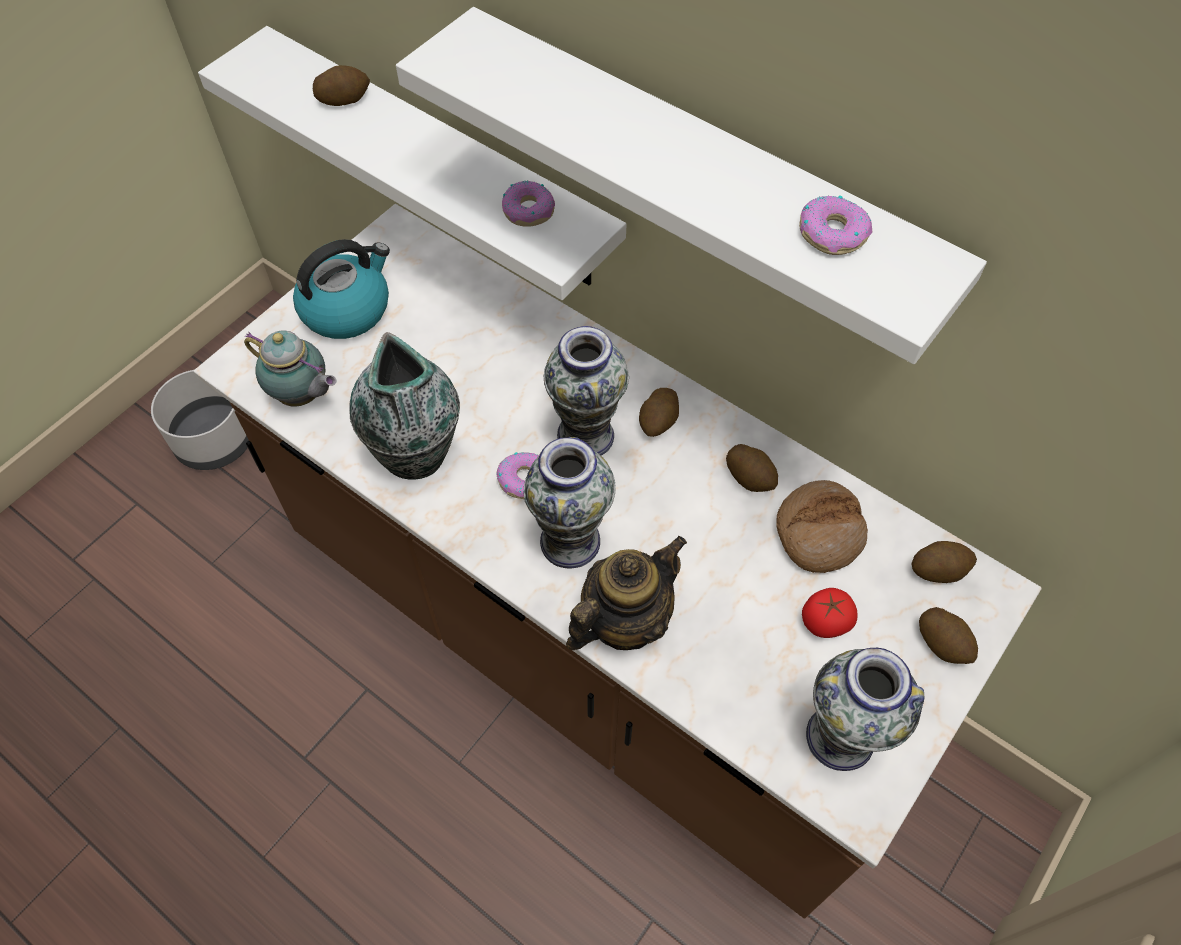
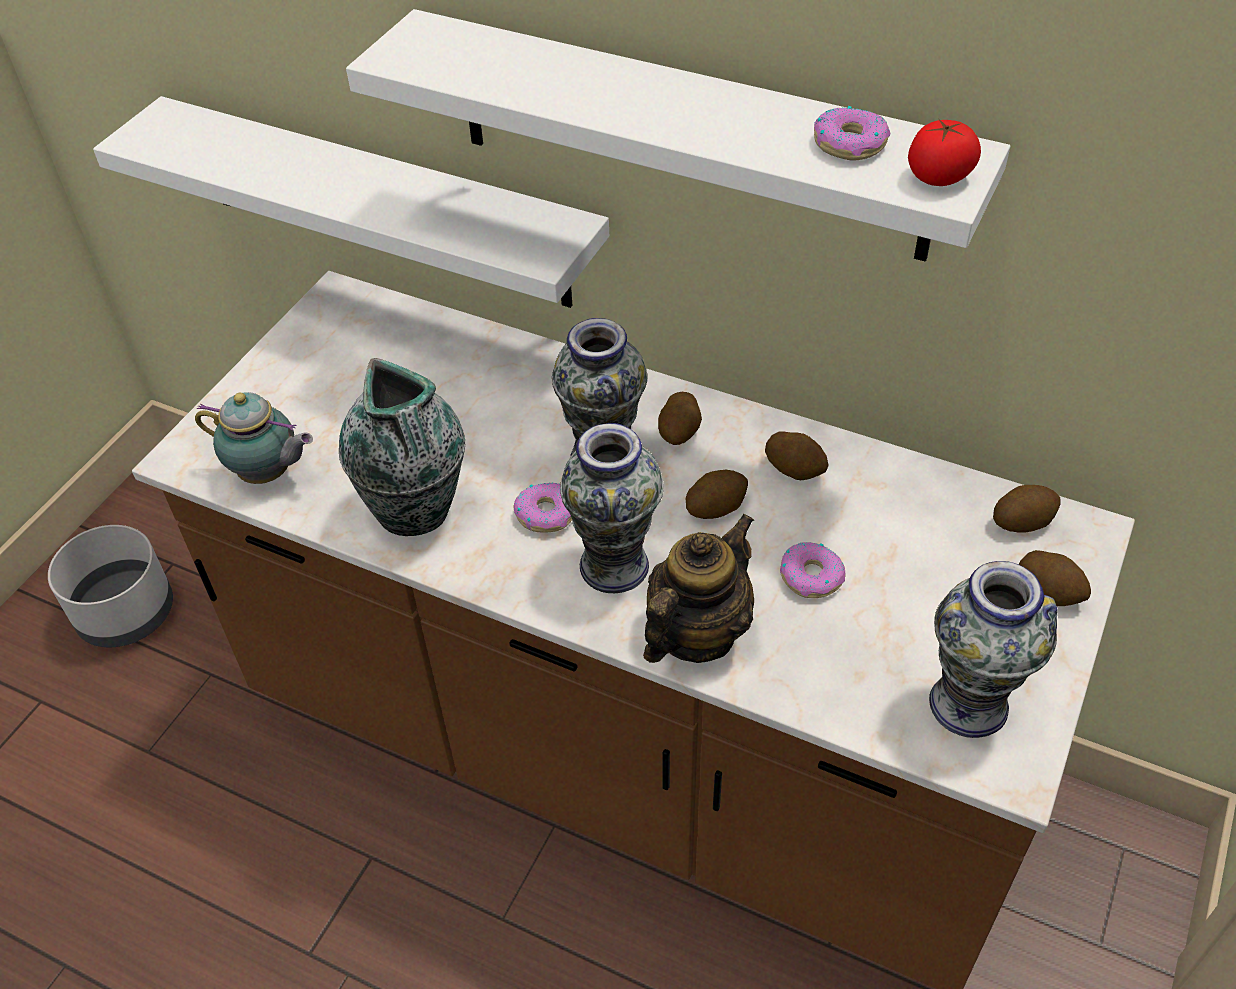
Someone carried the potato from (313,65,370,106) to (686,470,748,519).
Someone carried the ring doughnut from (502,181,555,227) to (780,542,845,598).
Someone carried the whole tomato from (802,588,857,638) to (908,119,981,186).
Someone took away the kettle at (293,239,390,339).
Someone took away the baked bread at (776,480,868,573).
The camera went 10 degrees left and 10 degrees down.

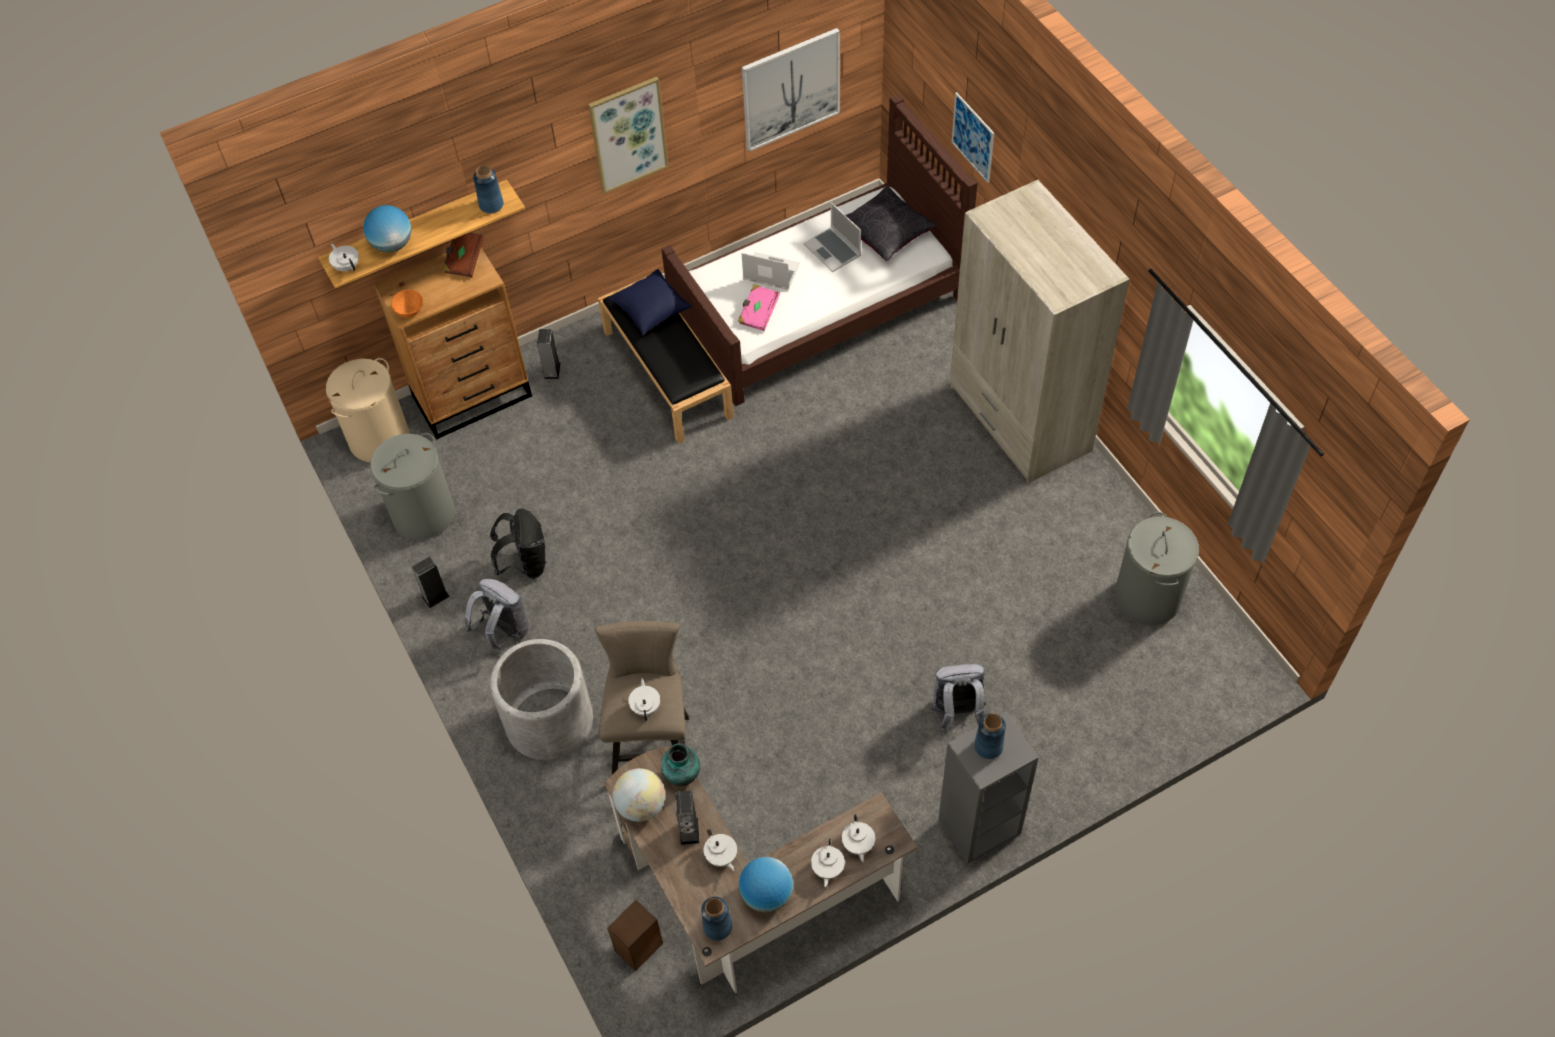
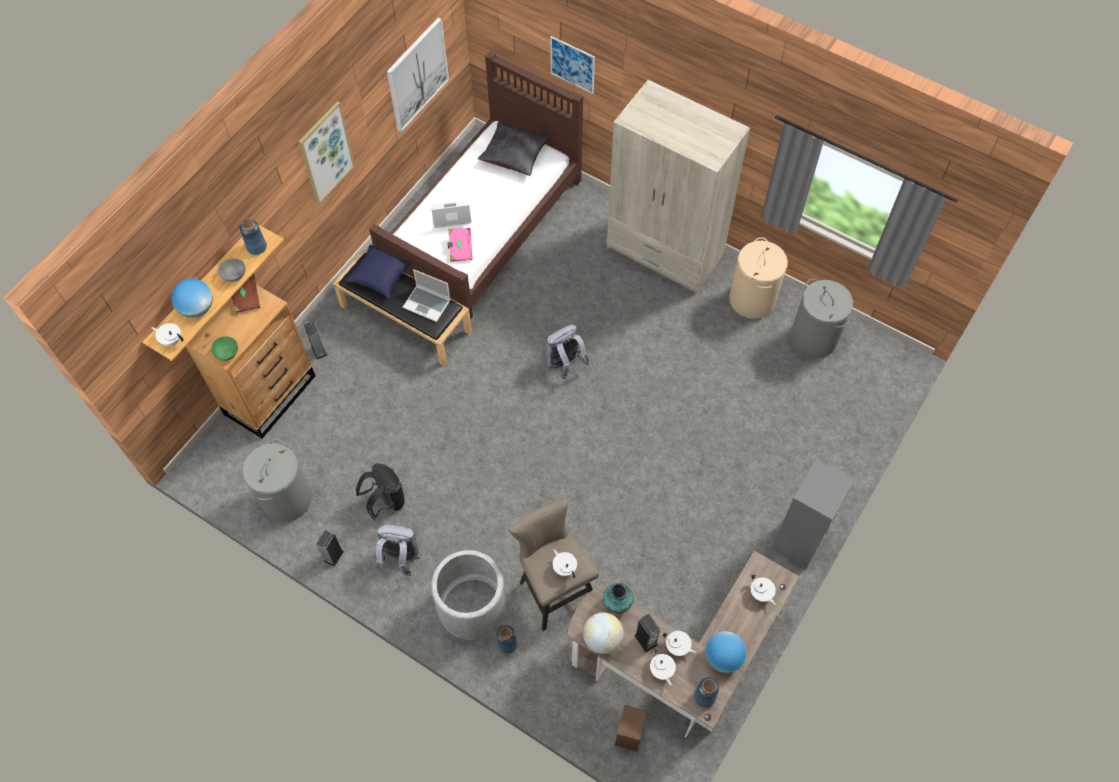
Someone repainted the orange bowl at (392,289,423,318), which became the green-coloured bowl at (211,336,238,361).
Someone put down the greyish bowl at (218,258,246,282).
Someone carried the laptop from (803,202,861,272) to (403,269,451,322).
Someone carried the blue flower vase from (974,713,1006,759) to (497,625,517,654).
Someone carried the greyish backpack from (931,664,986,733) to (546,325,590,379).
Someone carried the white tea pot from (811,838,845,887) to (650,649,676,685).
Someone carried the beige-coloured hamper from (326,358,409,462) to (729,237,788,319).
The camera went 30 degrees left and 5 degrees up.

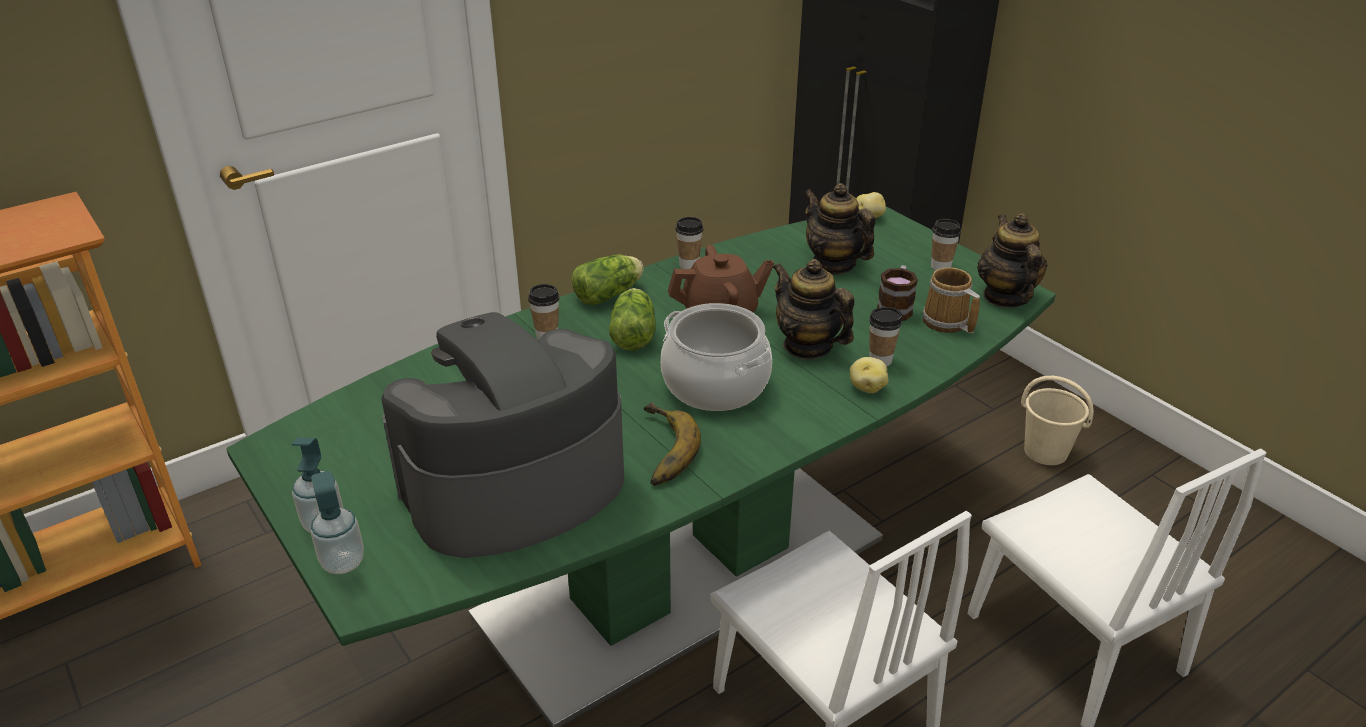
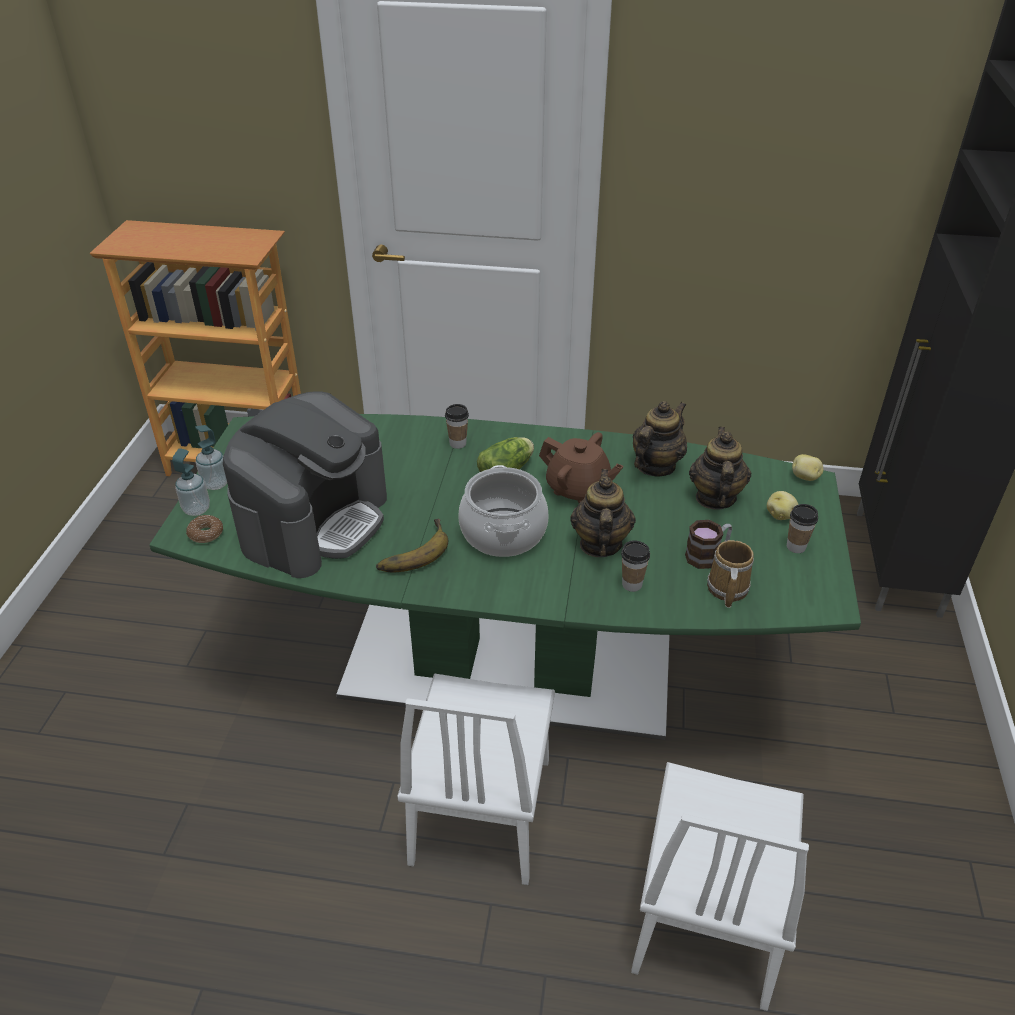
Someone put down the ring doughnut at (186,515,223,543).
Someone rotated the coffee machine at (381,312,624,558) by 105 degrees clockwise.
Someone carried the tea pot from (977,213,1047,308) to (633,401,687,477).
Someone carried the potato from (850,357,889,393) to (767,491,798,520).
Someone took away the head of lettuce at (571,255,644,305).
Someone took away the cup at (675,217,704,269).
Someone took away the beige-coloured bucket at (1021,376,1094,465).
The camera went 45 degrees right and 5 degrees up.

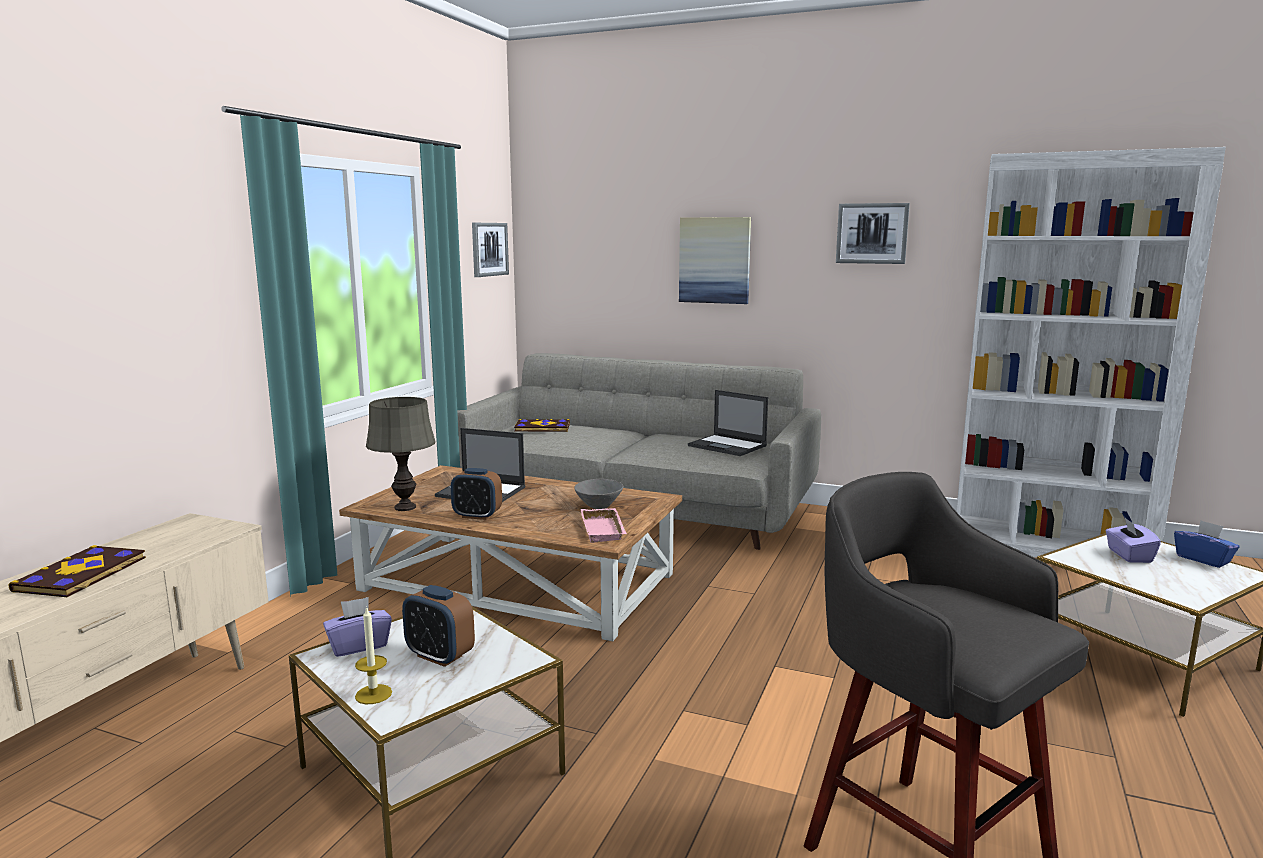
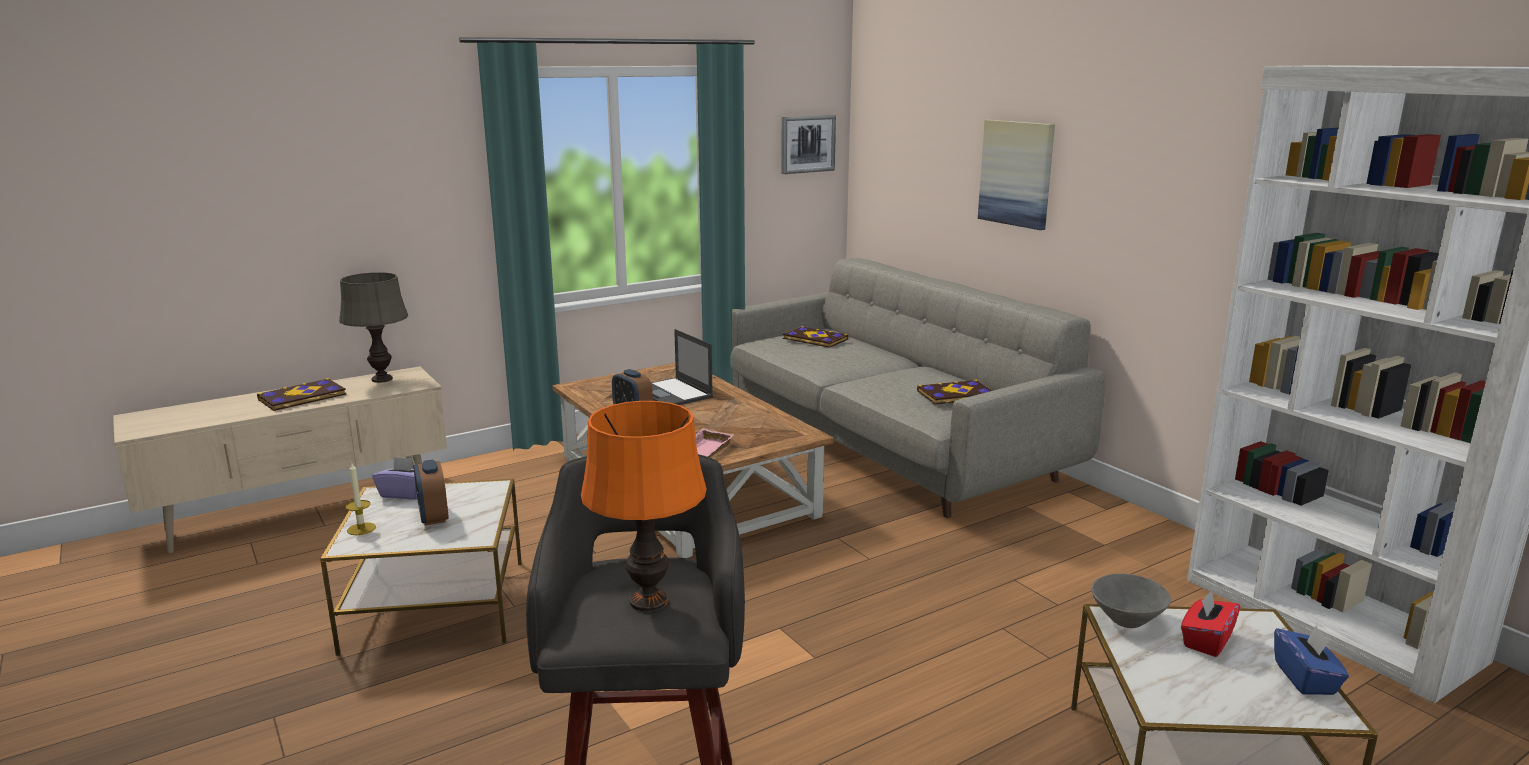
Someone carried the greyish table lamp from (366,397,436,511) to (339,272,408,383).
Someone put down the orange table lamp at (581,401,707,612).
Someone swapped the laptop at (688,390,768,456) for the bound book at (917,380,993,405).
Someone carried the greyish bowl from (574,479,624,509) to (1092,574,1171,628).
Someone repainted the purplish box of tissues at (1106,518,1161,563), which became the red box of tissues at (1181,590,1240,657).
Someone took away the wall picture at (836,203,910,264).
The camera went 35 degrees right and 5 degrees up.

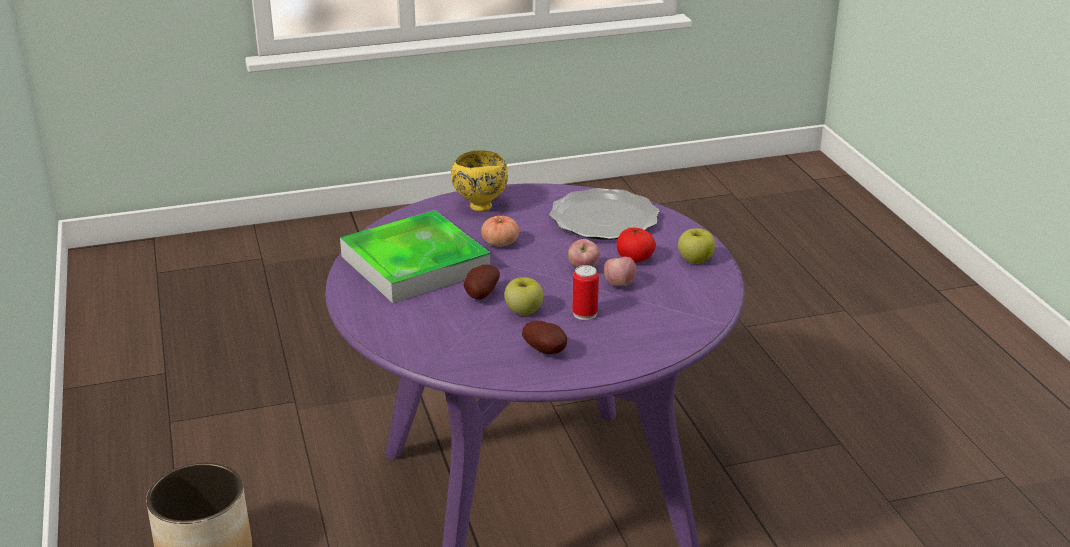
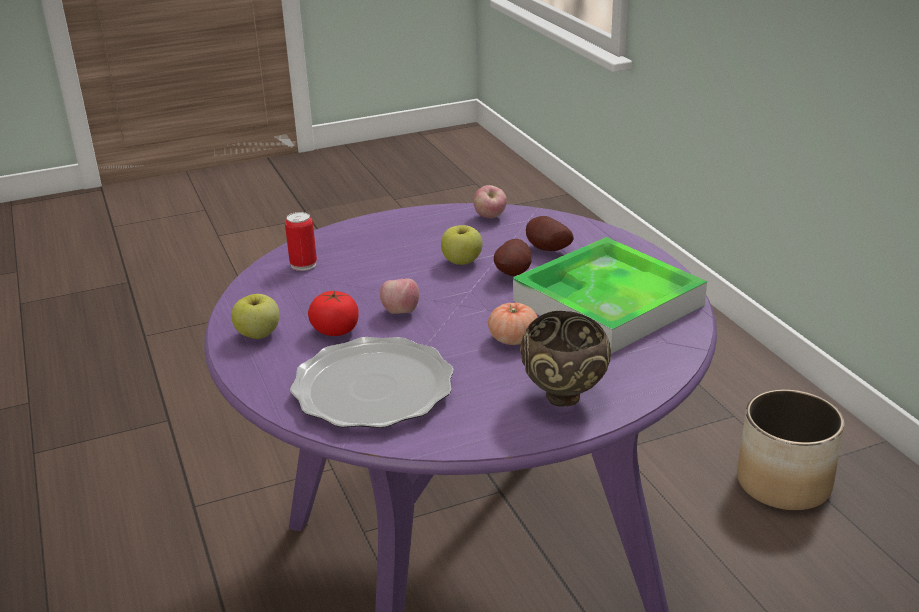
Someone carried the metal can from (572,265,599,320) to (285,212,317,271).
Someone carried the apple from (604,257,637,286) to (473,185,507,218).
Someone repainted the yellow bowl at (451,150,508,212), which became the brown bowl at (520,311,611,407).
Someone carried the potato from (522,320,567,354) to (526,216,574,251).
The camera went 175 degrees right and 0 degrees up.

